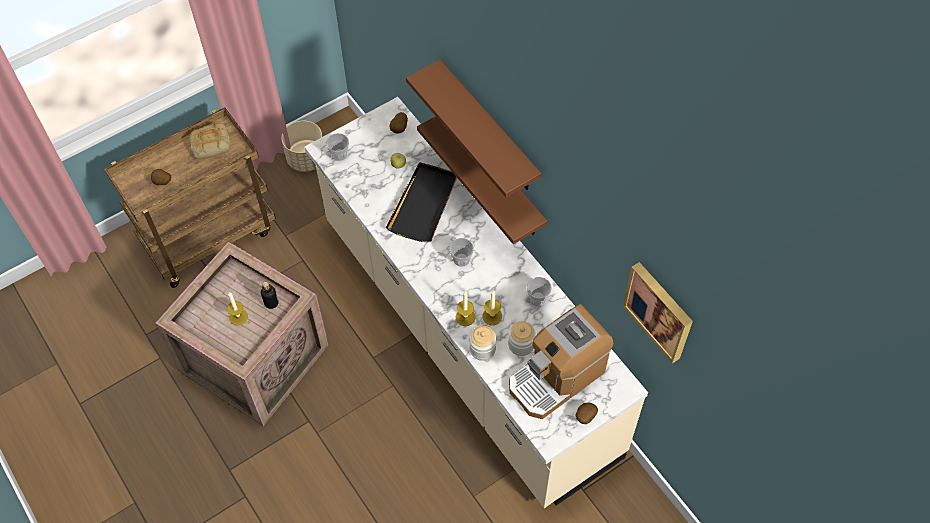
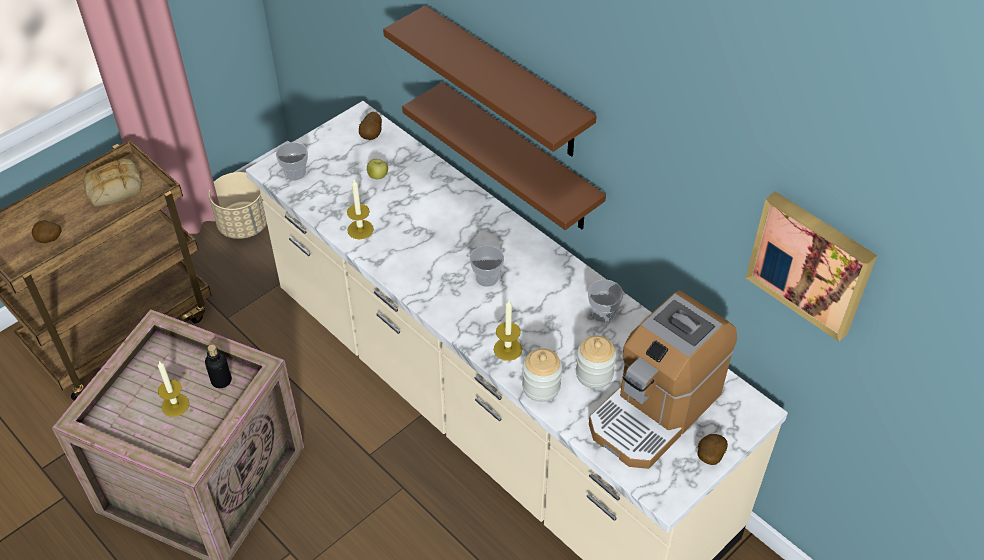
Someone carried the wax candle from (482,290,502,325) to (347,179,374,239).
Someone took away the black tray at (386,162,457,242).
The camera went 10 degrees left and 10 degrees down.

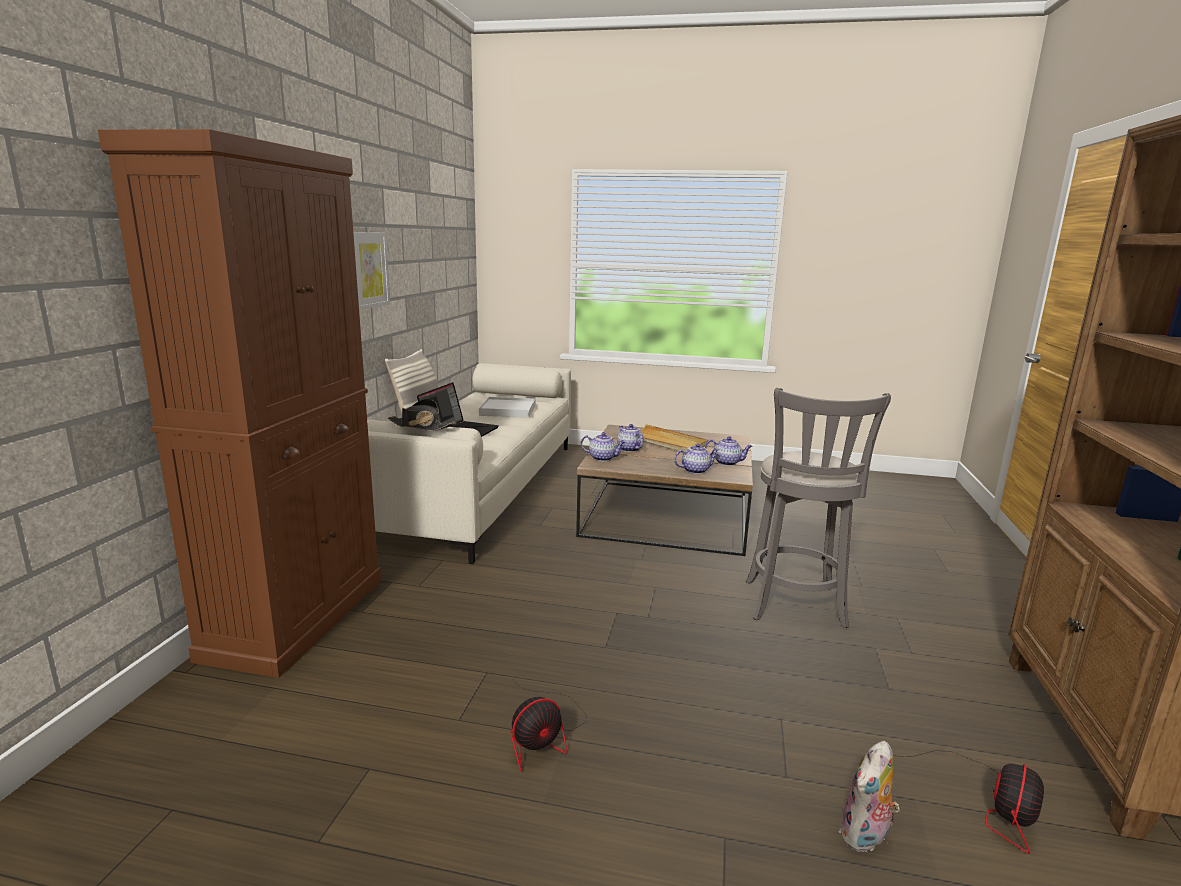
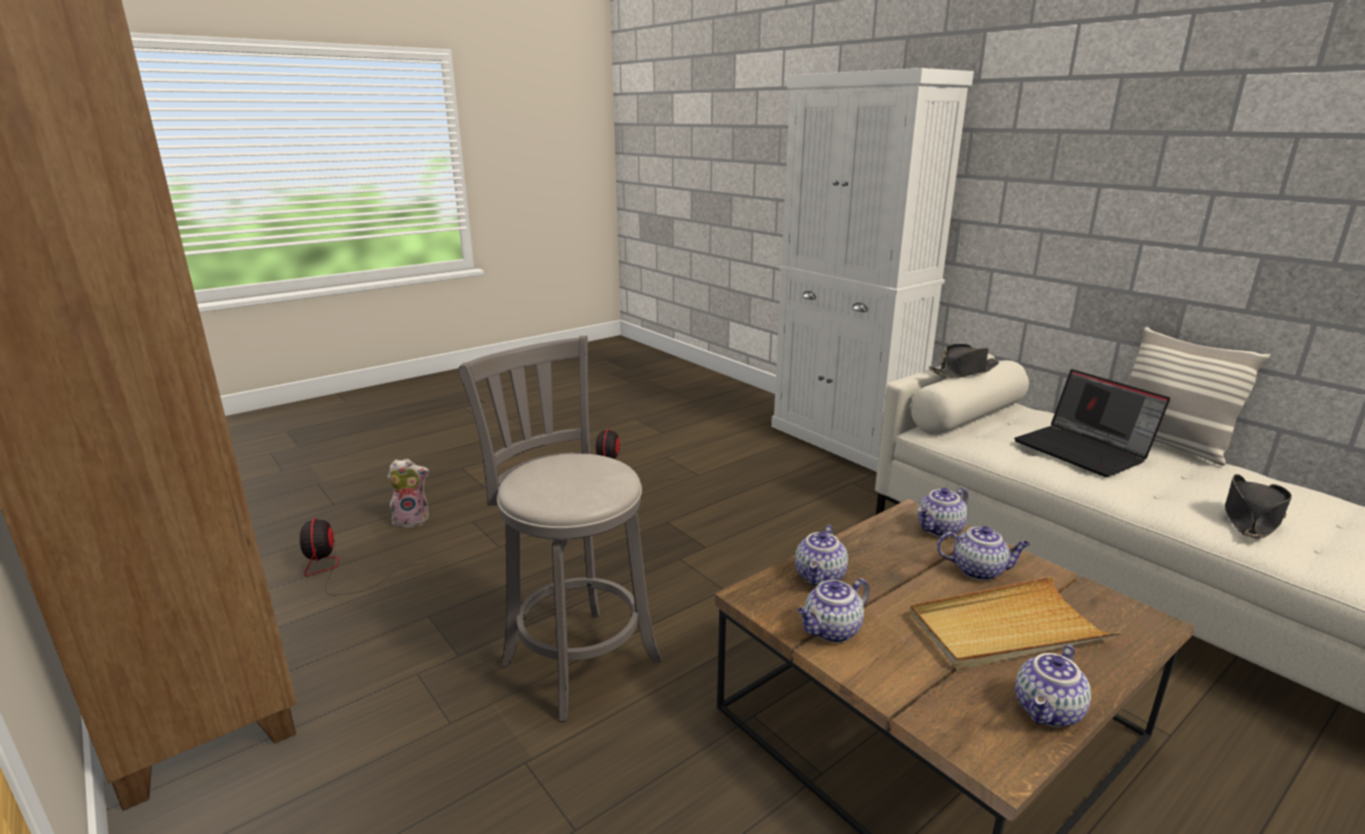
Someone rotated the cuddly toy at (839,741,900,852) by 75 degrees clockwise.
Someone repainted the brown storage cabinet at (98,129,381,678), which became the white storage cabinet at (771,68,974,472).
Someone put down the tea pot at (1015,645,1091,727).
Someone swapped the white tray at (479,397,535,418) for the black wearable hat at (1225,474,1292,538).
Someone took away the wall picture at (353,232,390,310).
The camera went 130 degrees right and 5 degrees up.

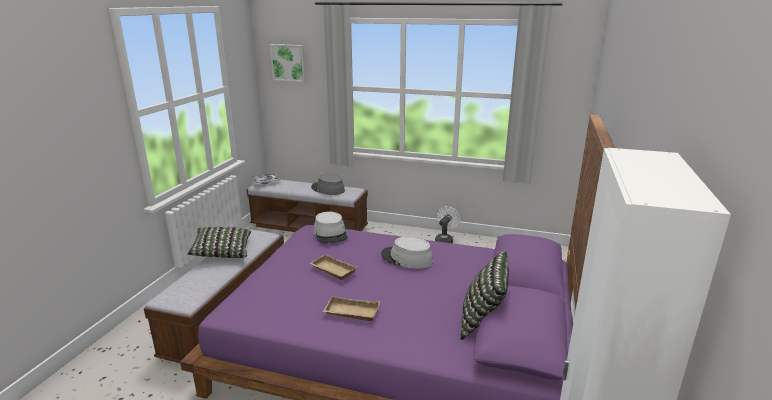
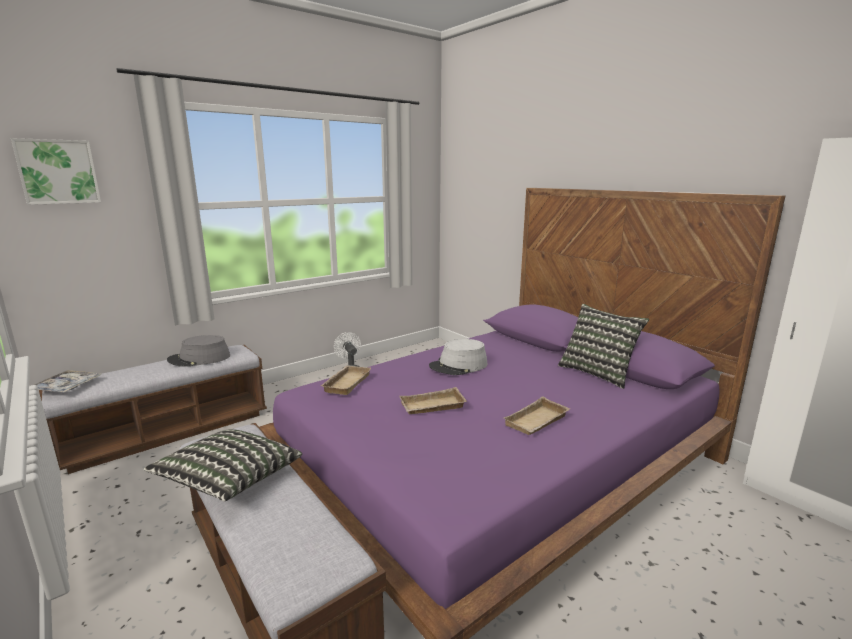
Someone swapped the greyish wearable hat at (313,212,348,243) for the beige-coloured tray at (321,366,371,395).
The camera went 55 degrees left and 5 degrees down.

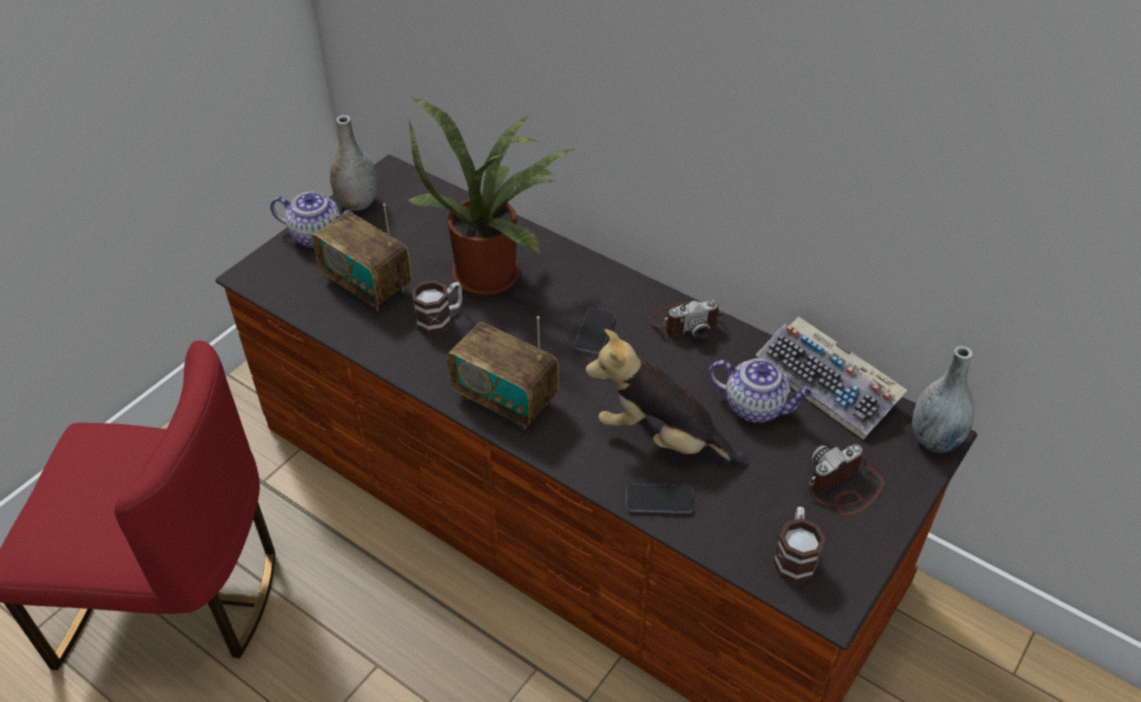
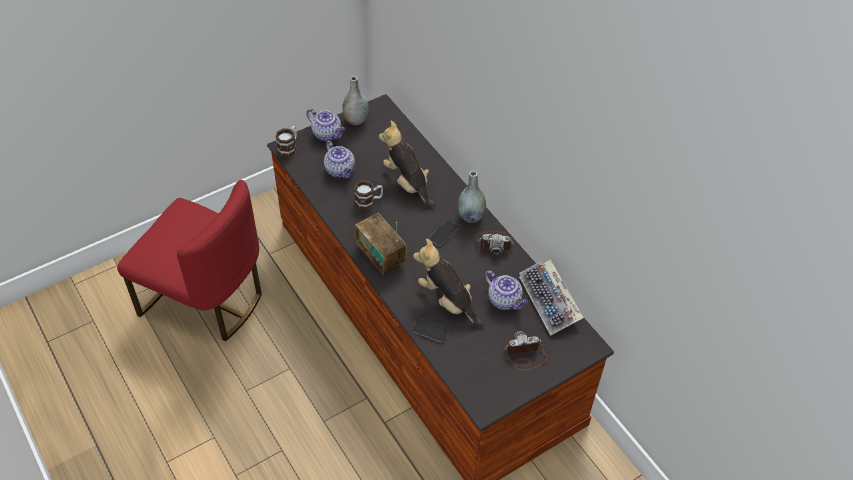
Someone carried the tea mug from (773,507,826,584) to (275,126,297,157).
Someone swapped the radio at (312,204,412,311) for the tea pot at (324,141,355,178).
Someone swapped the plant in a pot at (408,97,576,296) for the cuddly toy at (379,120,436,209).
Someone carried the greyish flower vase from (912,346,974,453) to (458,171,486,223).
The camera went 20 degrees right and 5 degrees up.

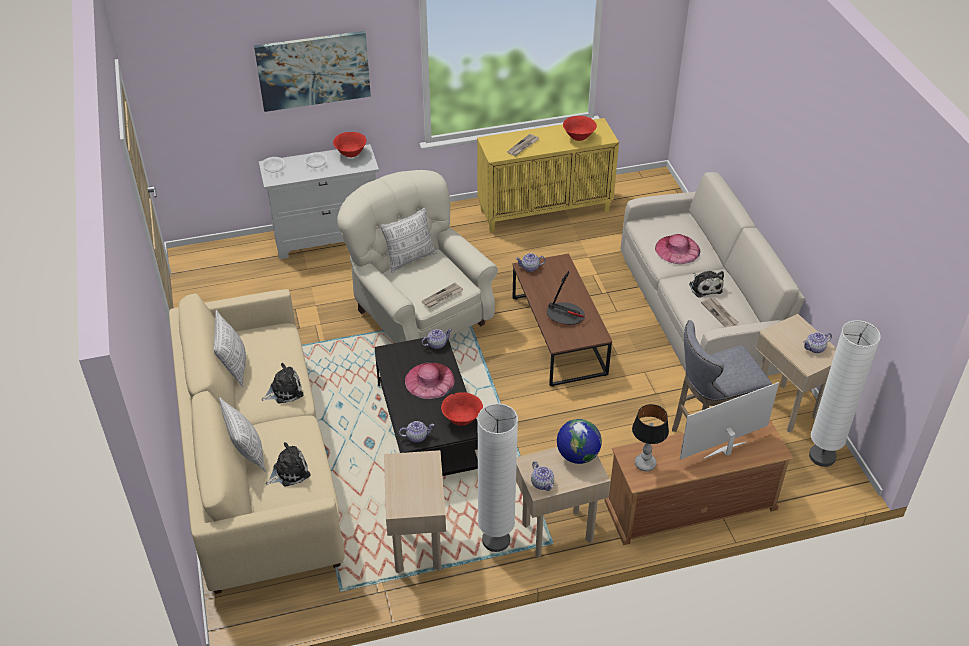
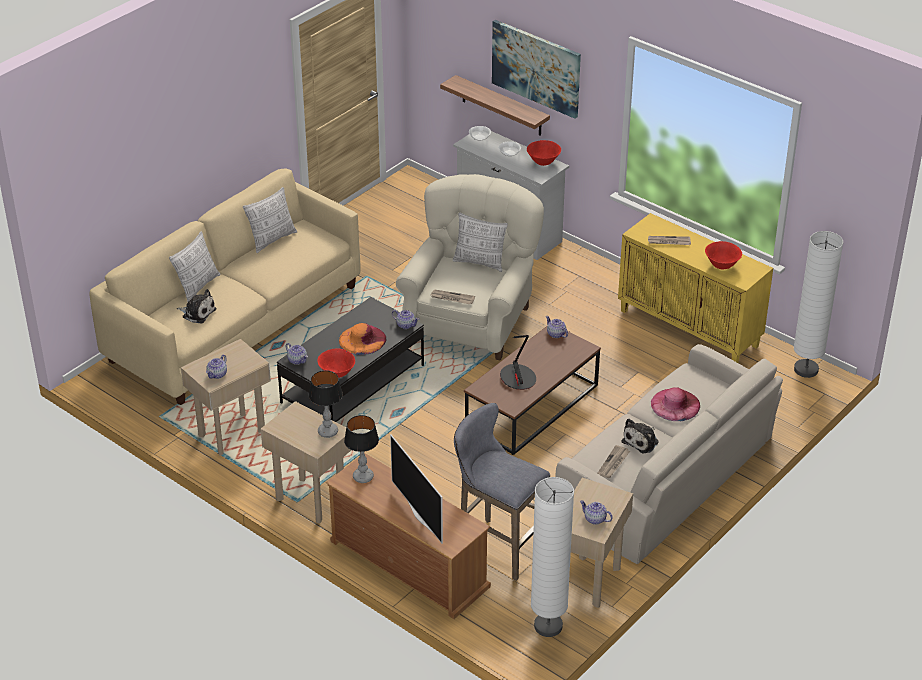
Someone carried the tea pot from (531,461,554,491) to (206,355,227,379).
Someone swapped the desk globe at (557,419,602,464) for the table lamp at (309,370,343,438).
Someone repainted the pink-coloured wearable hat at (405,363,455,399), which became the orange wearable hat at (339,323,387,355).
Someone rotated the TV set at (680,382,779,459) by 150 degrees counterclockwise.
Someone put up the bracket shelf at (440,75,550,136).
Someone carried the white standing lamp from (477,403,518,552) to (794,231,843,378).
Someone took away the cuddly toy at (261,363,304,404).
The camera went 55 degrees right and 5 degrees down.

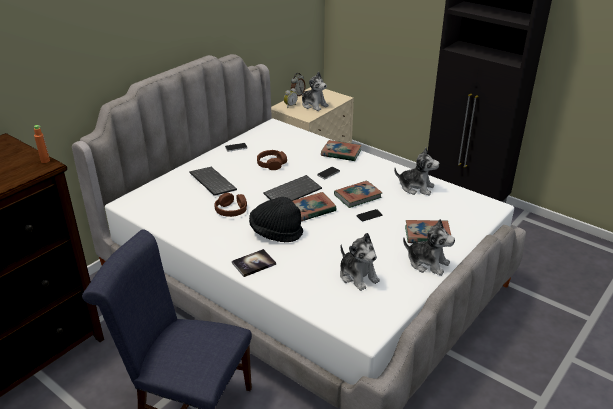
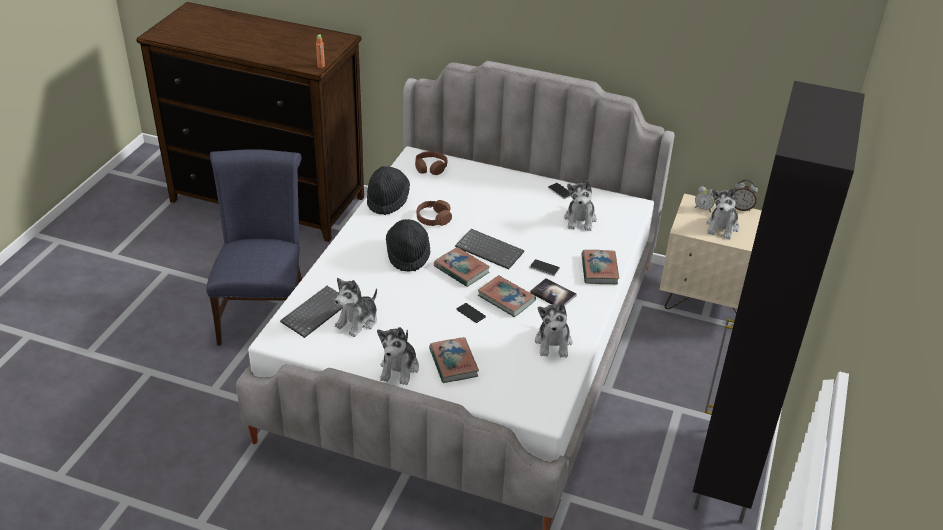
Someone carried the computer keyboard from (189,167,237,196) to (280,286,343,338).
Someone put down the black wearable hat at (367,166,410,215).
Someone carried the brown headset from (257,150,287,170) to (415,151,448,175).
Someone carried the bound book from (232,249,276,277) to (530,278,577,306).
Someone put down the cuddly toy at (564,180,597,231).
The camera went 70 degrees right and 5 degrees up.

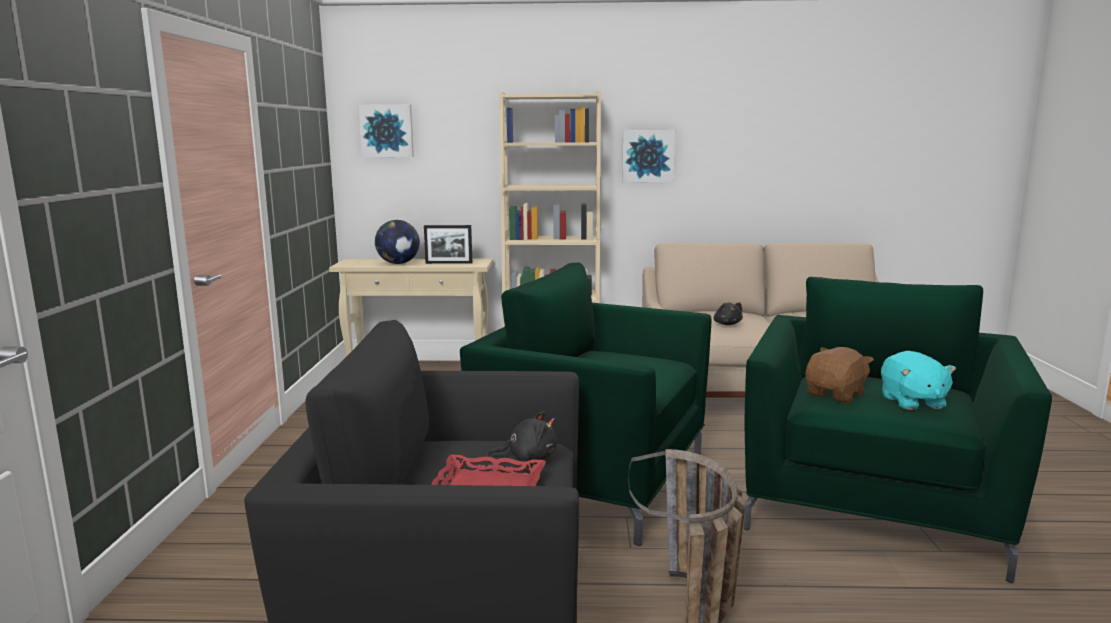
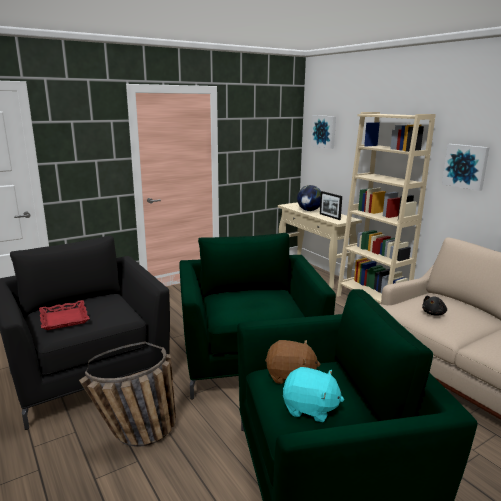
Someone rotated the blue-green cuddly toy at (881,351,956,410) by 120 degrees counterclockwise.
Someone took away the black cuddly toy at (488,411,557,462).
The camera went 55 degrees right and 5 degrees up.

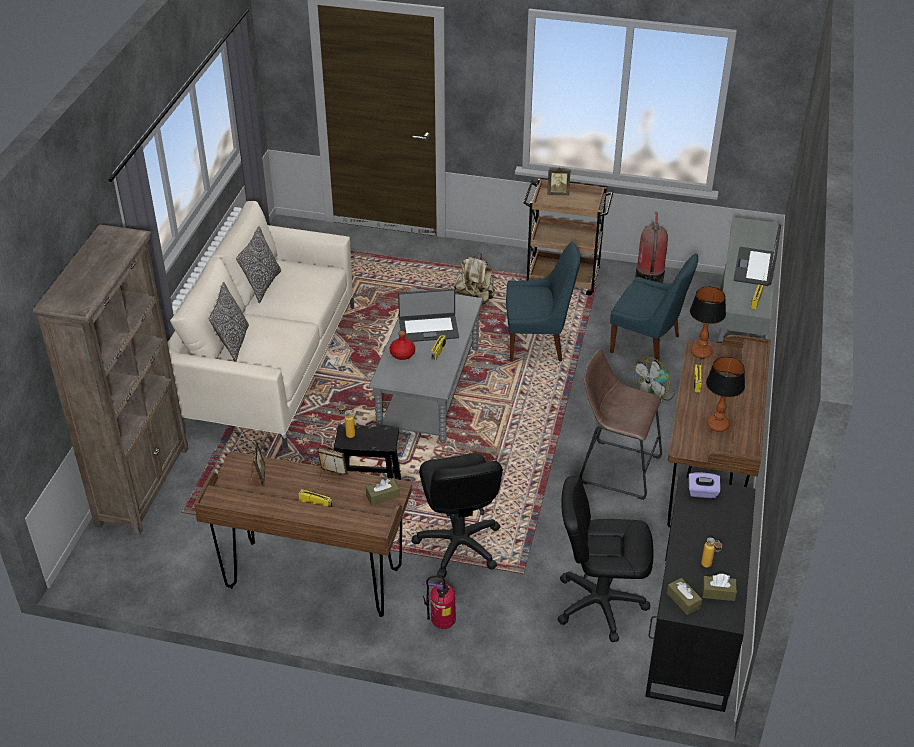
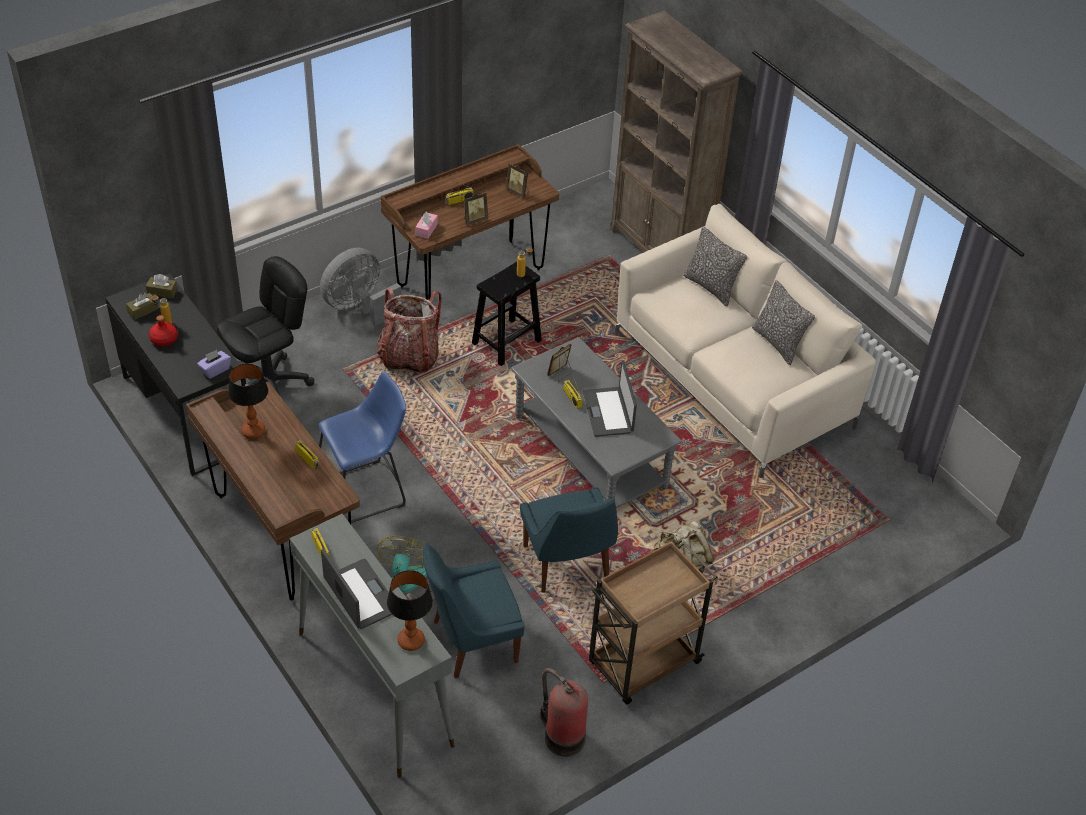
Someone carried the red bottle from (390,331,415,360) to (149,315,178,347).
Someone repainted the brown stool at (580,348,662,500), which became the blue stool at (318,371,406,523).
Someone swapped the fire extinguisher at (422,575,456,629) for the greyish fan at (320,248,401,326).
Someone swapped the black computer chair at (412,453,503,578) for the backpack at (377,288,442,373).
Someone carried the table lamp from (690,286,726,358) to (387,570,433,651).
Someone repainted the brown box of tissues at (366,478,400,506), which became the pink-coloured box of tissues at (415,211,438,239).
Someone rotated the blue chair at (506,242,581,362) by 60 degrees counterclockwise.
Someone carried the photo frame from (547,167,571,196) to (547,344,572,382).
Someone rotated the laptop at (398,289,459,342) by 45 degrees counterclockwise.
The camera went 130 degrees right and 5 degrees up.

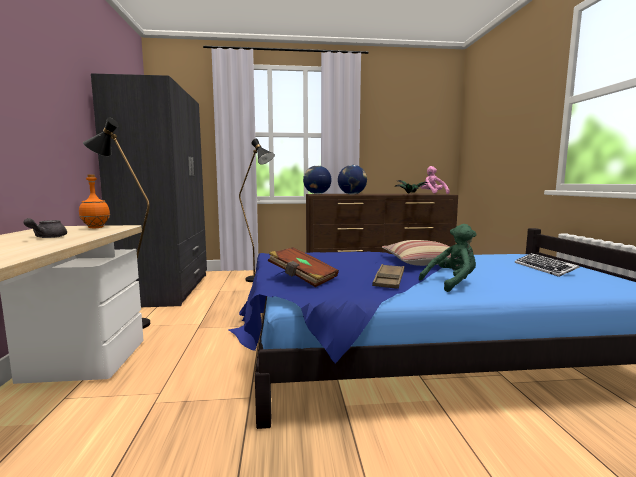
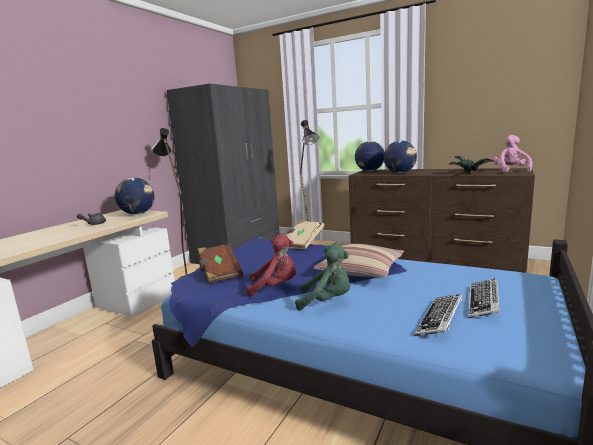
Someone swapped the orange bottle at (79,174,110,228) for the desk globe at (115,178,155,214).
Someone swapped the brown tray at (372,264,404,289) for the red cuddly toy at (246,234,296,297).
Someone put down the beige-coloured bound book at (287,220,324,250).
Someone put down the computer keyboard at (414,294,462,336).
The camera went 35 degrees right and 5 degrees up.

